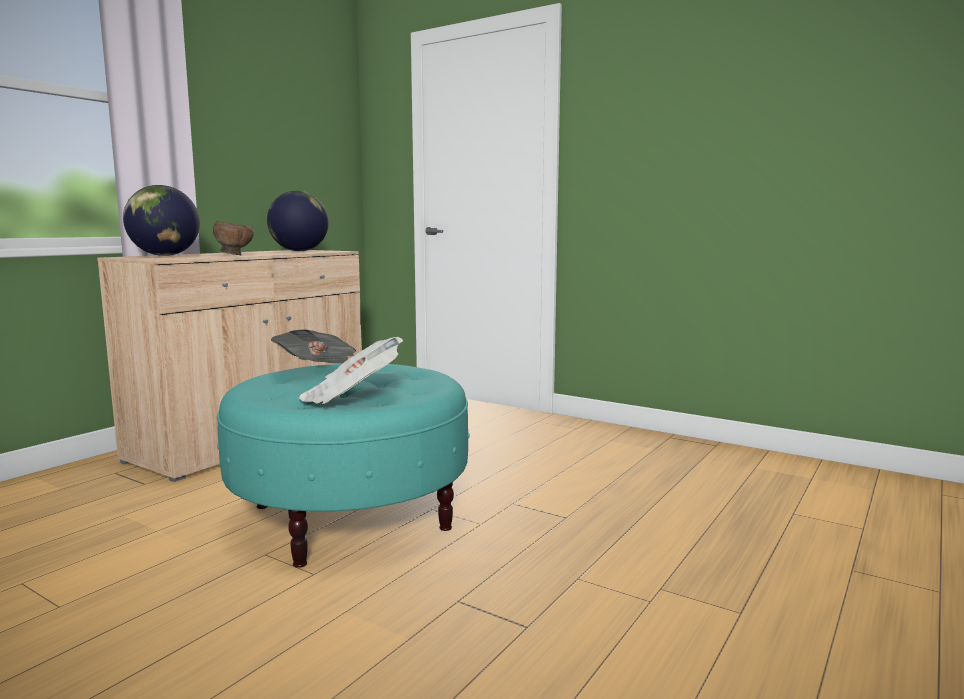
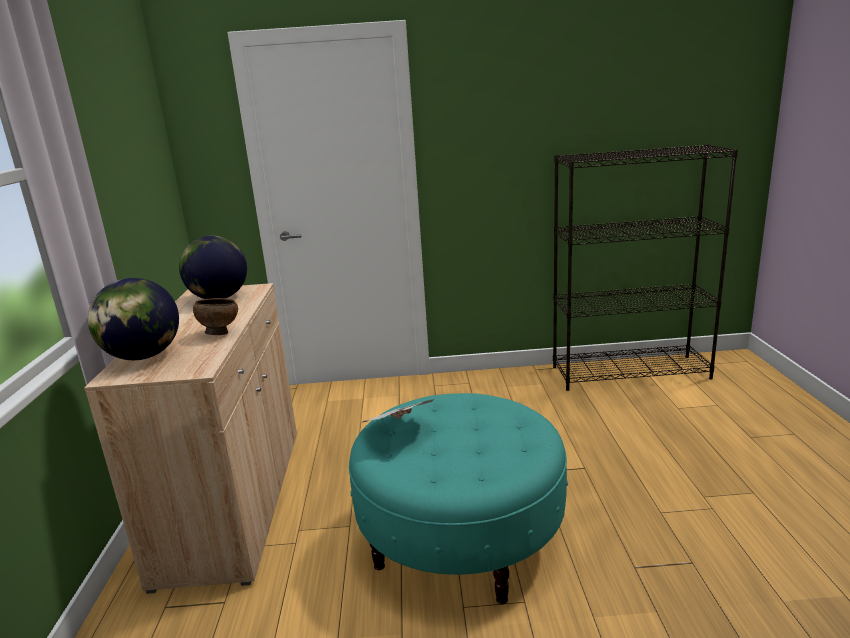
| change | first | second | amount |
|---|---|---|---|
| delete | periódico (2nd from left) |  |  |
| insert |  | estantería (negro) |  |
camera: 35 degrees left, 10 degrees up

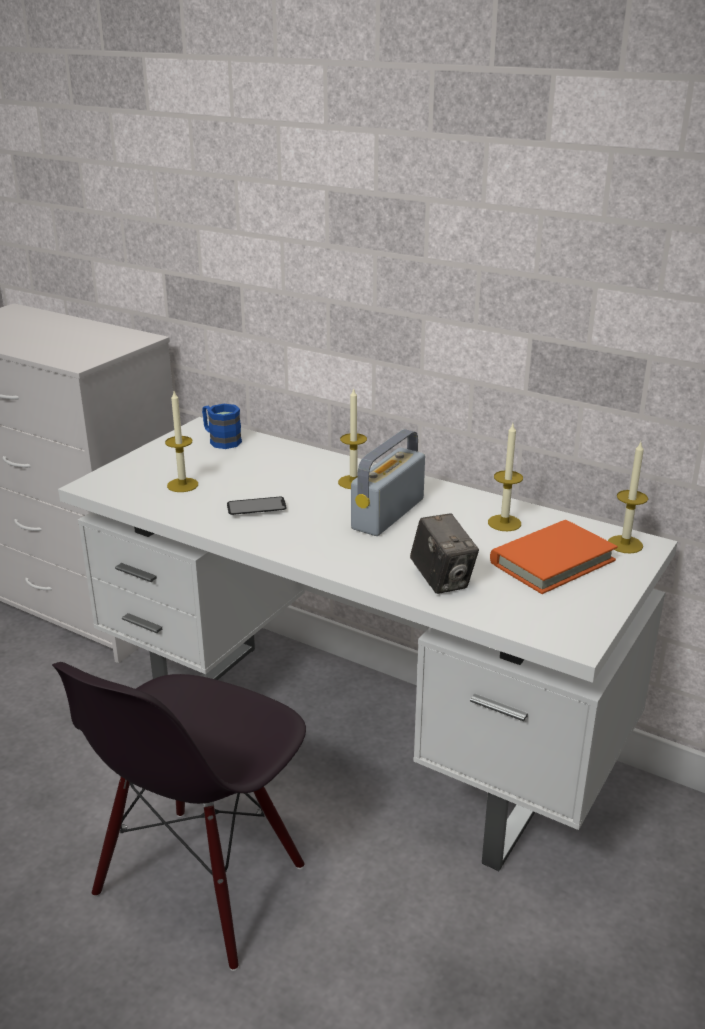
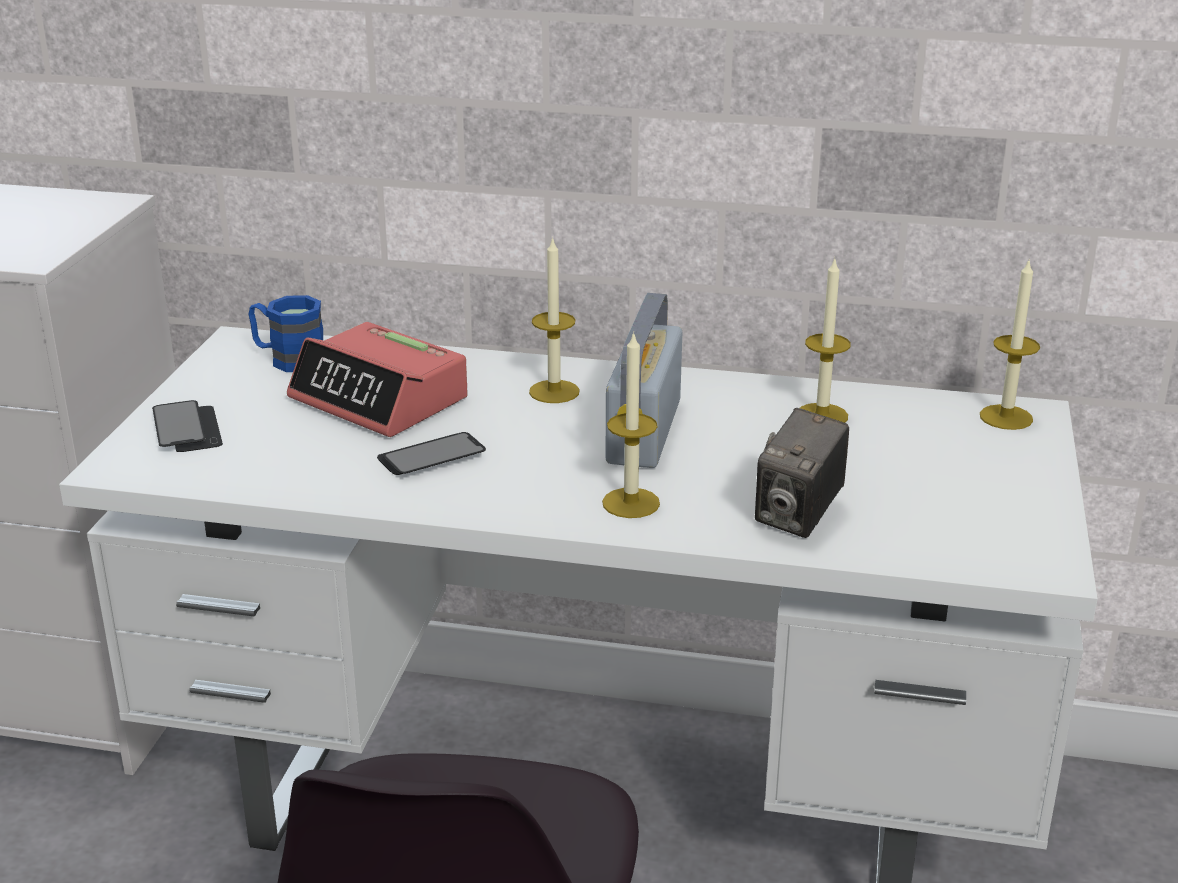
| change | first | second | amount |
|---|---|---|---|
| delete | libro (naranja) |  |  |
| insert |  | móvil (1st from left) |  |
| insert |  | despertador |  |
| move | vela (1st from left in the first image) | vela (2nd from left) |  |
| rotate | cámara |  | 75 degrees clockwise |
camera: 20 degrees left, 0 degrees up

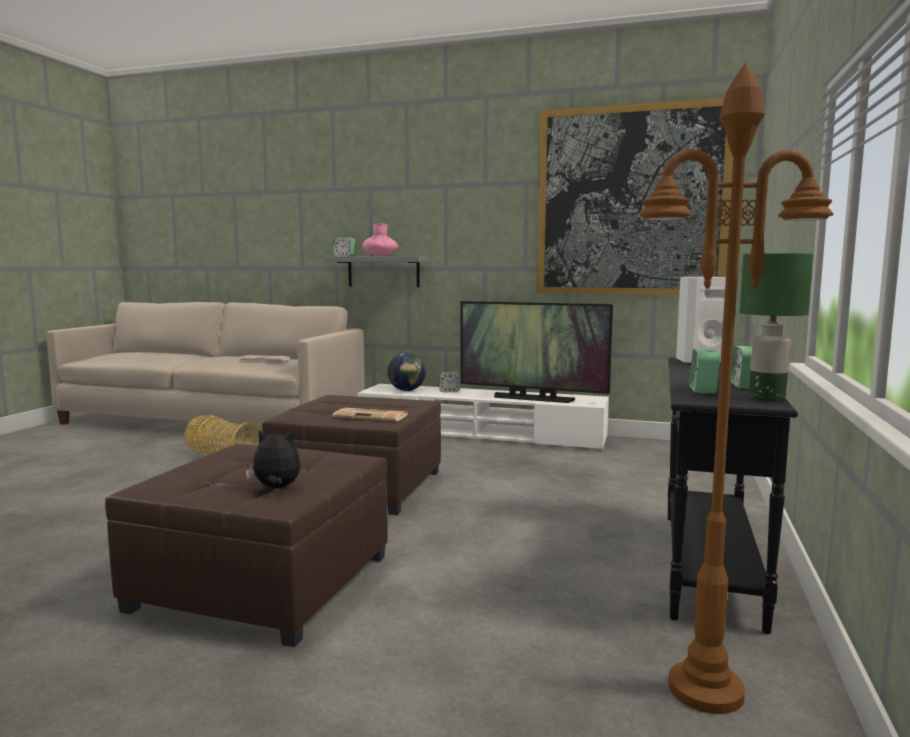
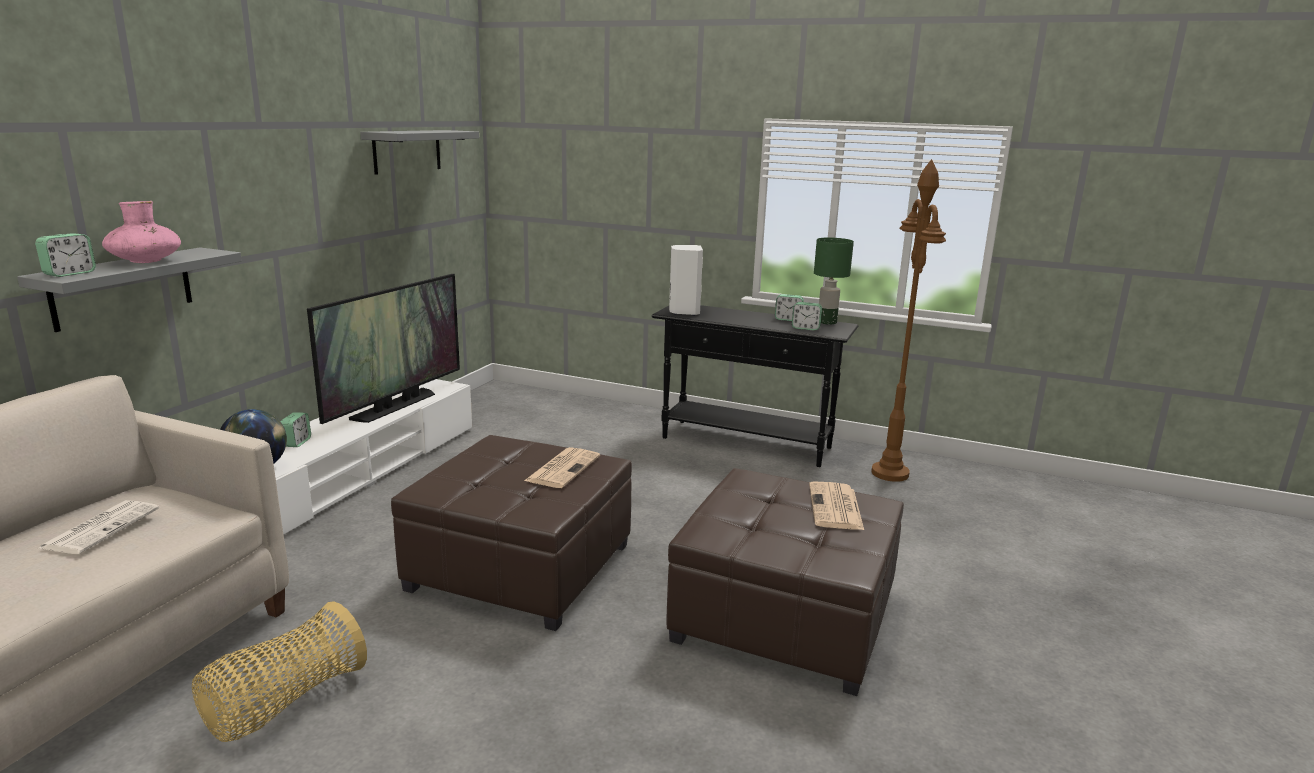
| change | first | second | amount |
|---|---|---|---|
| replace | peluche | periódico (3rd from left) |  |
| replace | cuadro | estante (gris) (2nd from left) |  |
camera: 85 degrees left, 10 degrees up

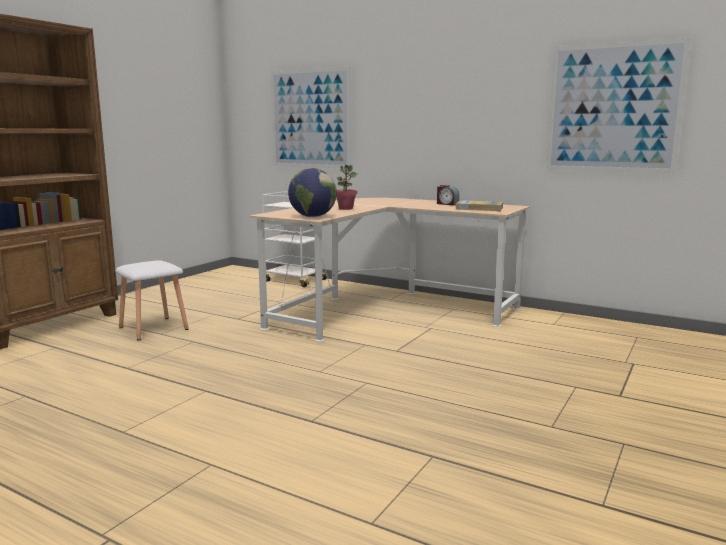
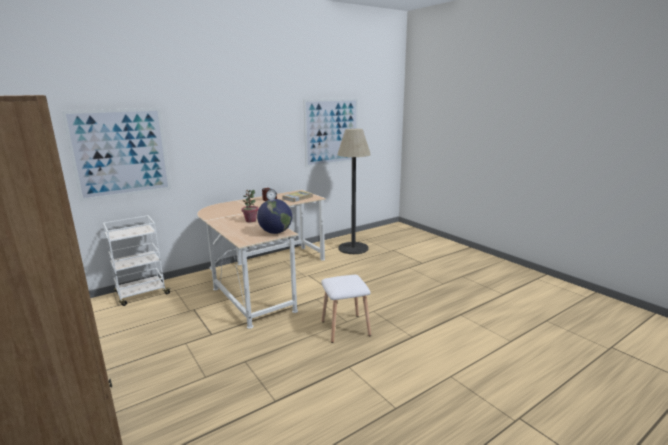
| change | first | second | amount |
|---|---|---|---|
| insert |  | lámpara de pie |  |
| move | taburete (blanco) |  |  |
camera: 65 degrees left, 5 degrees up

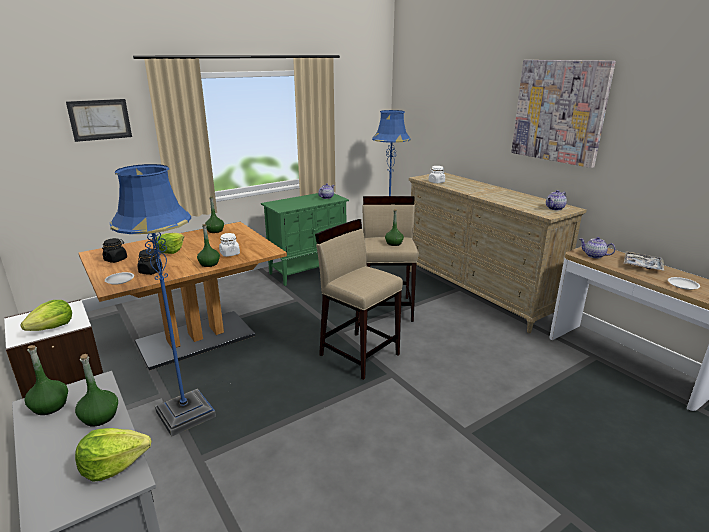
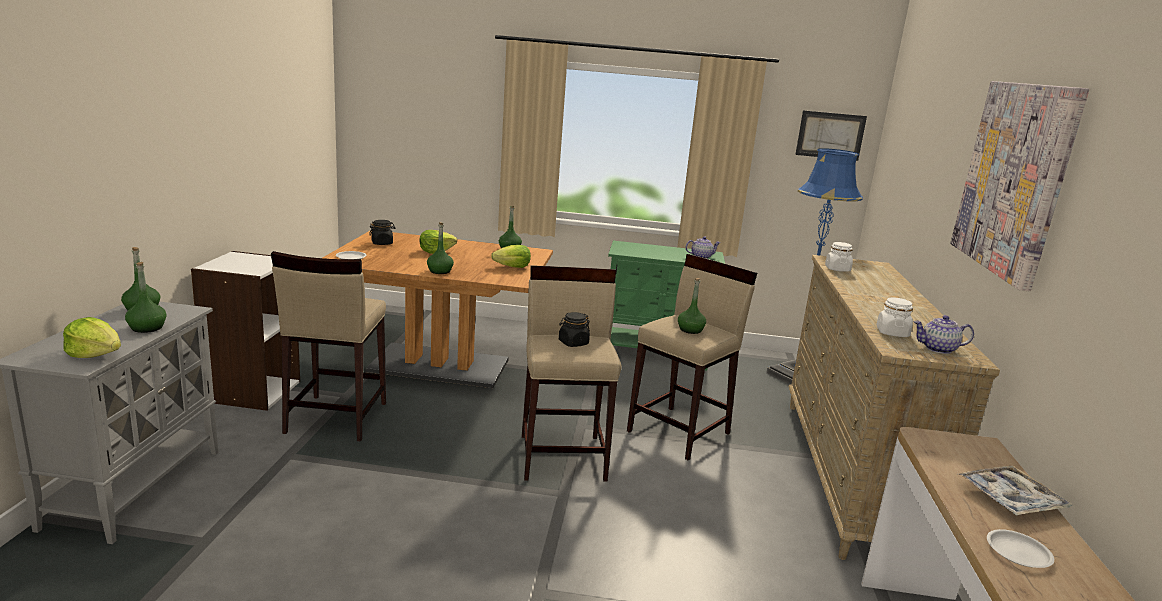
| change | first | second | amount |
|---|---|---|---|
| delete | tetera (3rd from left) |  |  |
| move | lechuga (1st from left in the first image) | lechuga (3rd from left) |  |
| move | cuadro (1st from left) |  |  |
| move | tarro (negro) (2nd from left) |  |  |
| move | tarro (blanco) (1st from left in the first image) | tarro (blanco) (2nd from left) |  |
| replace | lámpara de pie (azul) (1st from left) | taburete (beis) (1st from left) |  |
camera: 40 degrees right, 5 degrees down

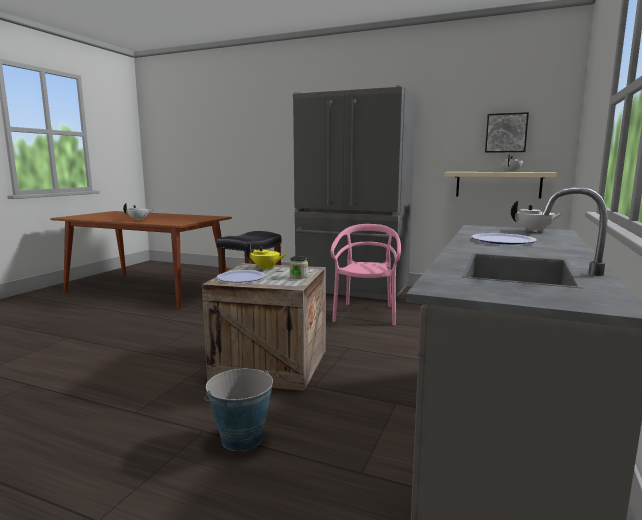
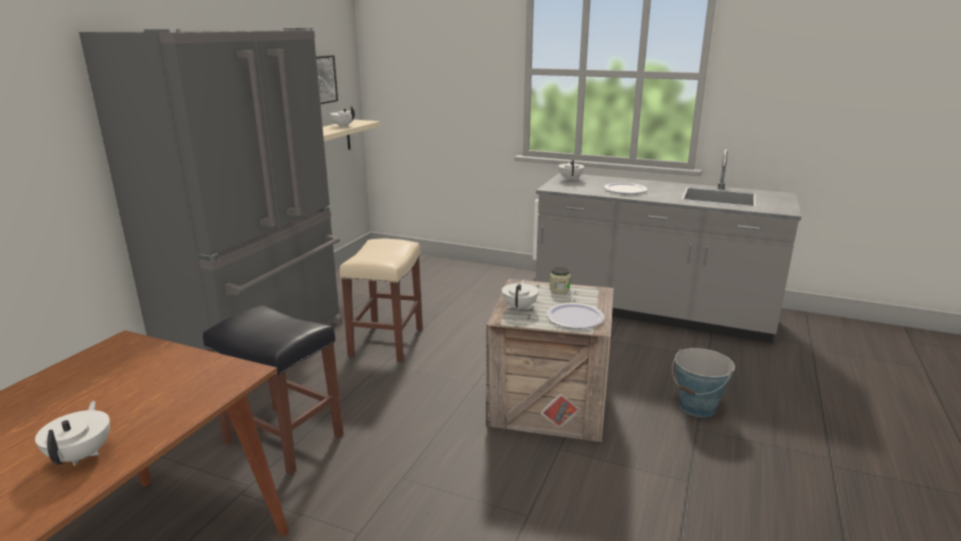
| change | first | second | amount |
|---|---|---|---|
| replace | silla (rosa) | taburete (beis) |  |
| recolor | tetera (amarillo) | tetera (blanco) (3rd from left) |  |
camera: 90 degrees left, 10 degrees up

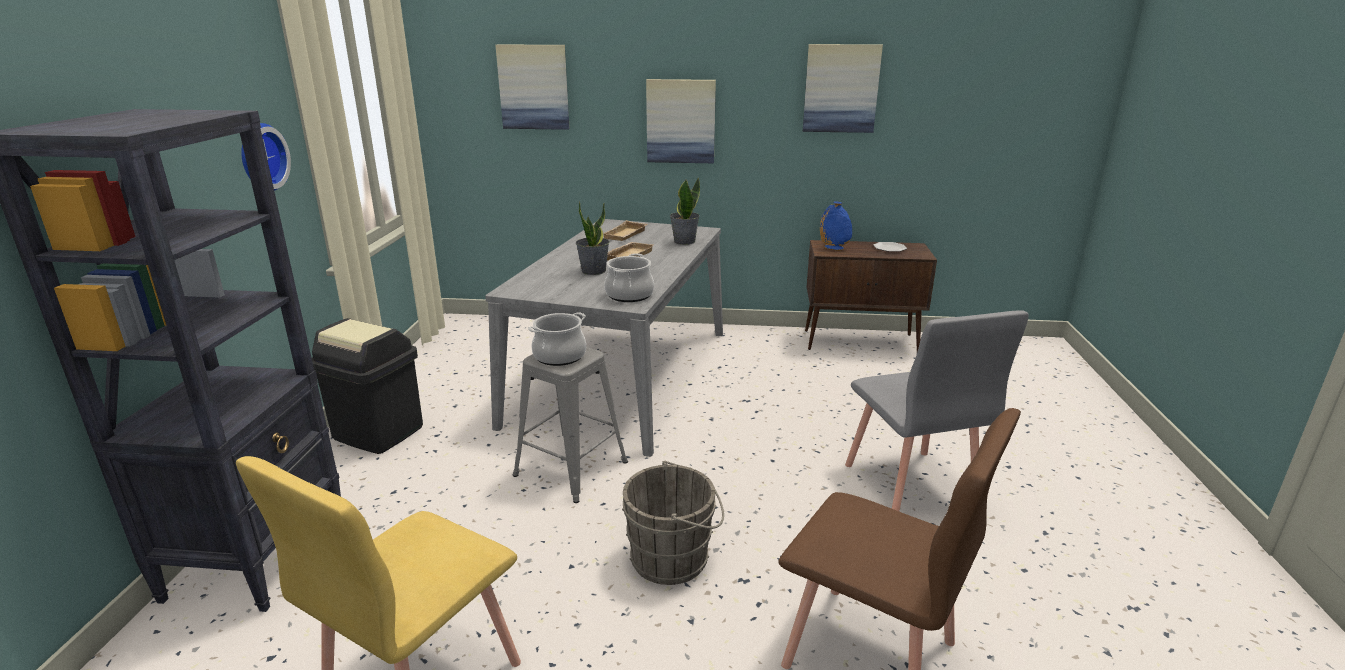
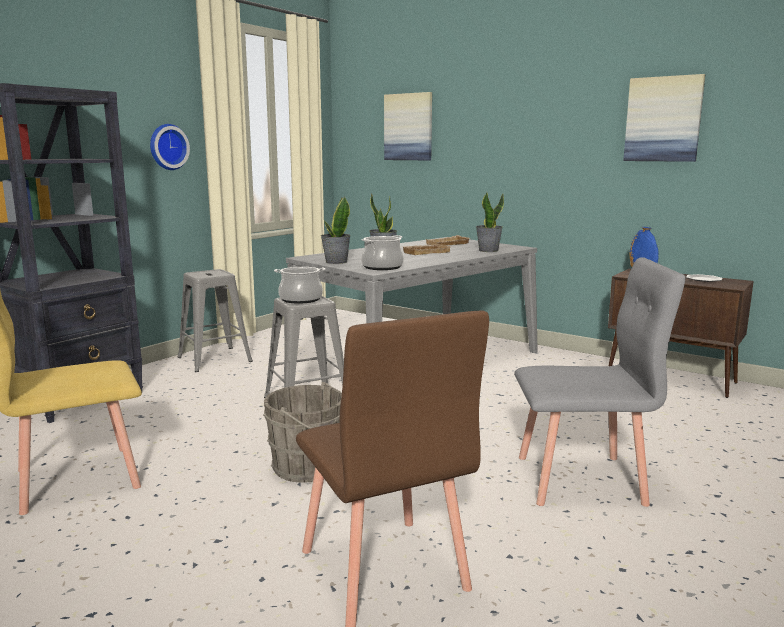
| change | first | second | amount |
|---|---|---|---|
| delete | cuadro (2nd from left) |  |  |
| insert |  | planta en maceta (1st from left) |  |
| replace | papelera (negro) | taburete (gris) (1st from left) |  |
| rotate | silla (gris) |  | 105 degrees counterclockwise |
camera: 30 degrees right, 10 degrees down

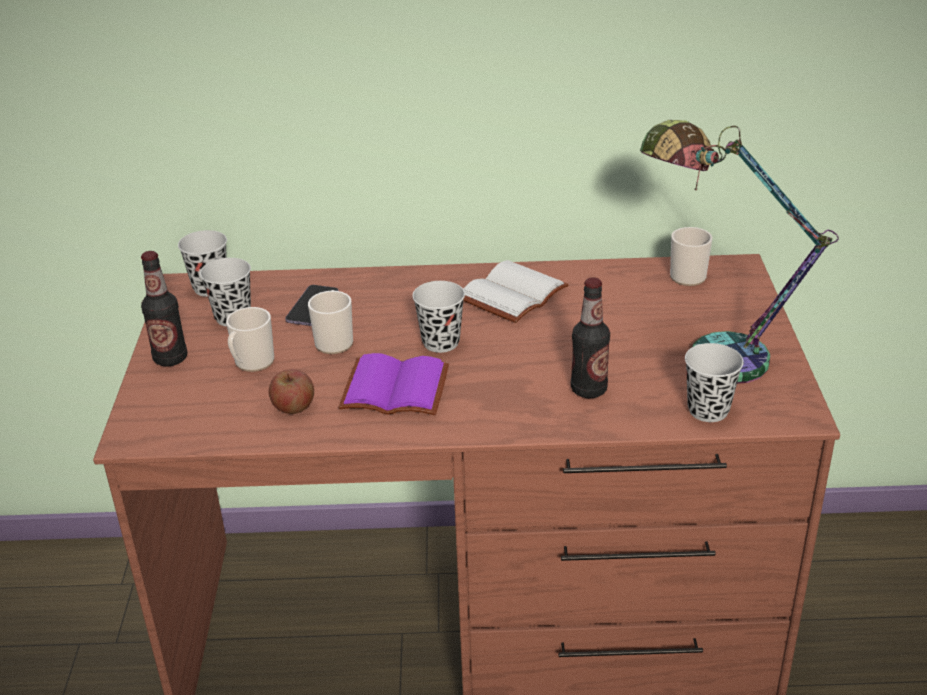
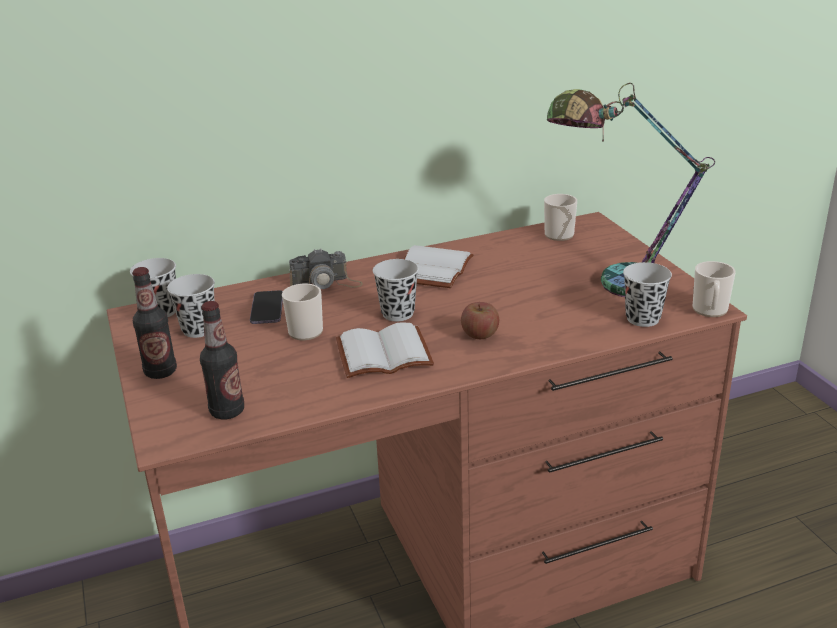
| change | first | second | amount |
|---|---|---|---|
| insert |  | cámara |  |
| move | taza grande (1st from left in the first image) | taza grande (3rd from left) |  |
| move | manzana |  |  |
| move | botella (2nd from left) |  |  |
| recolor | libro (morado) | libro (blanco) (1st from left) |  |
camera: 20 degrees left, 5 degrees down

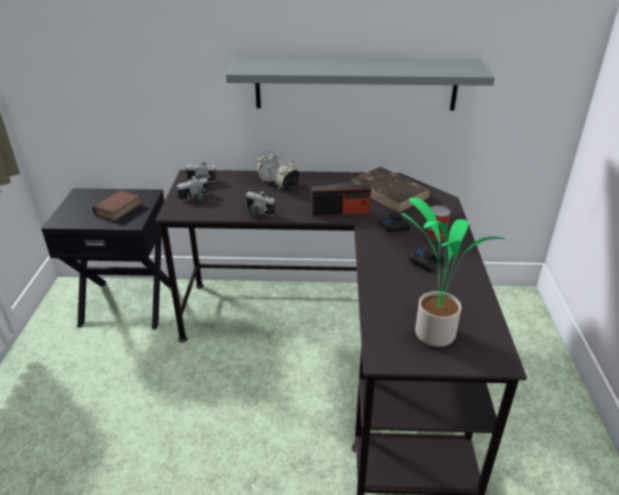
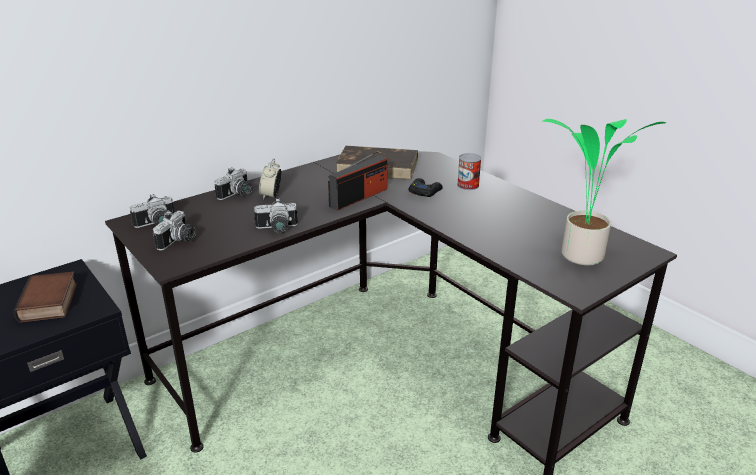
| change | first | second | amount |
|---|---|---|---|
| delete | estante (gris) |  |  |
| delete | mando de consola (negro) (2nd from left) |  |  |
| replace | despertador (1st from left) | cámara (3rd from left) |  |
camera: 40 degrees left, 5 degrees down

